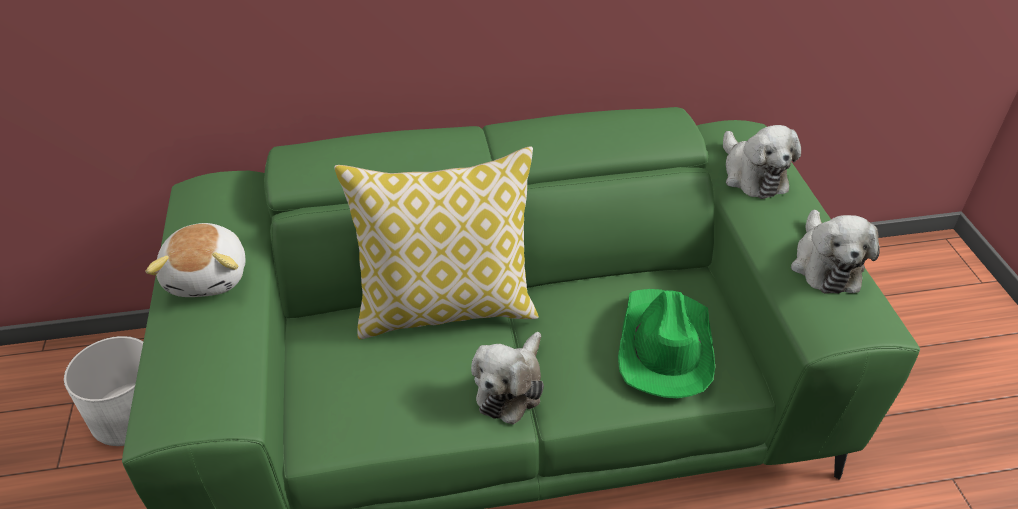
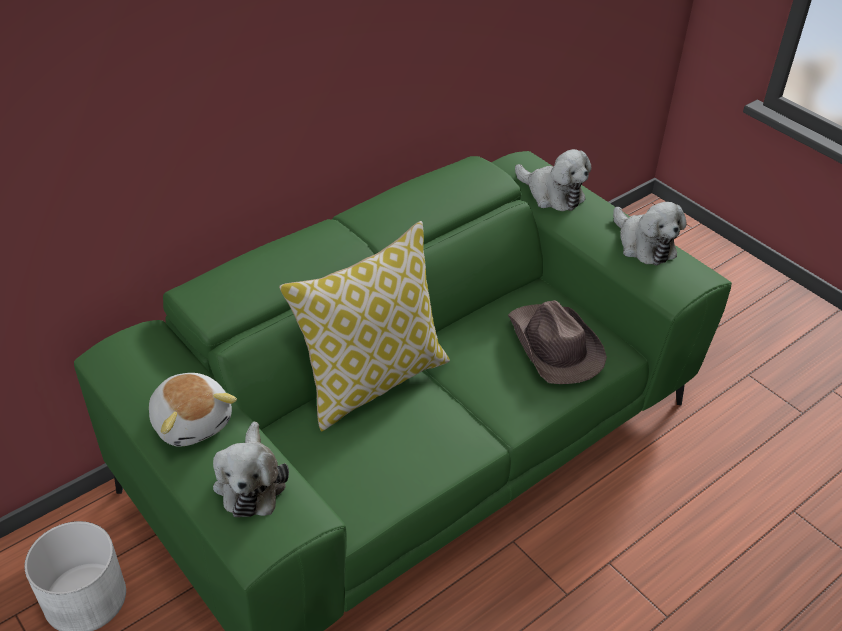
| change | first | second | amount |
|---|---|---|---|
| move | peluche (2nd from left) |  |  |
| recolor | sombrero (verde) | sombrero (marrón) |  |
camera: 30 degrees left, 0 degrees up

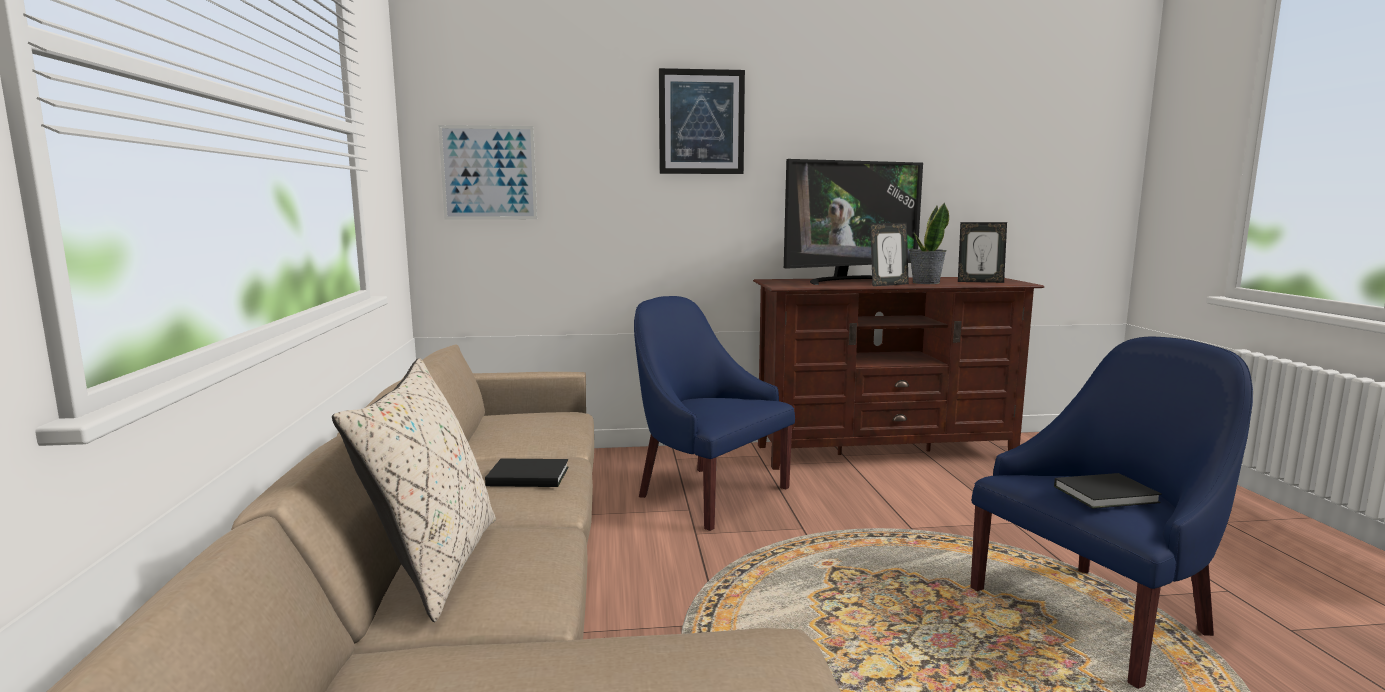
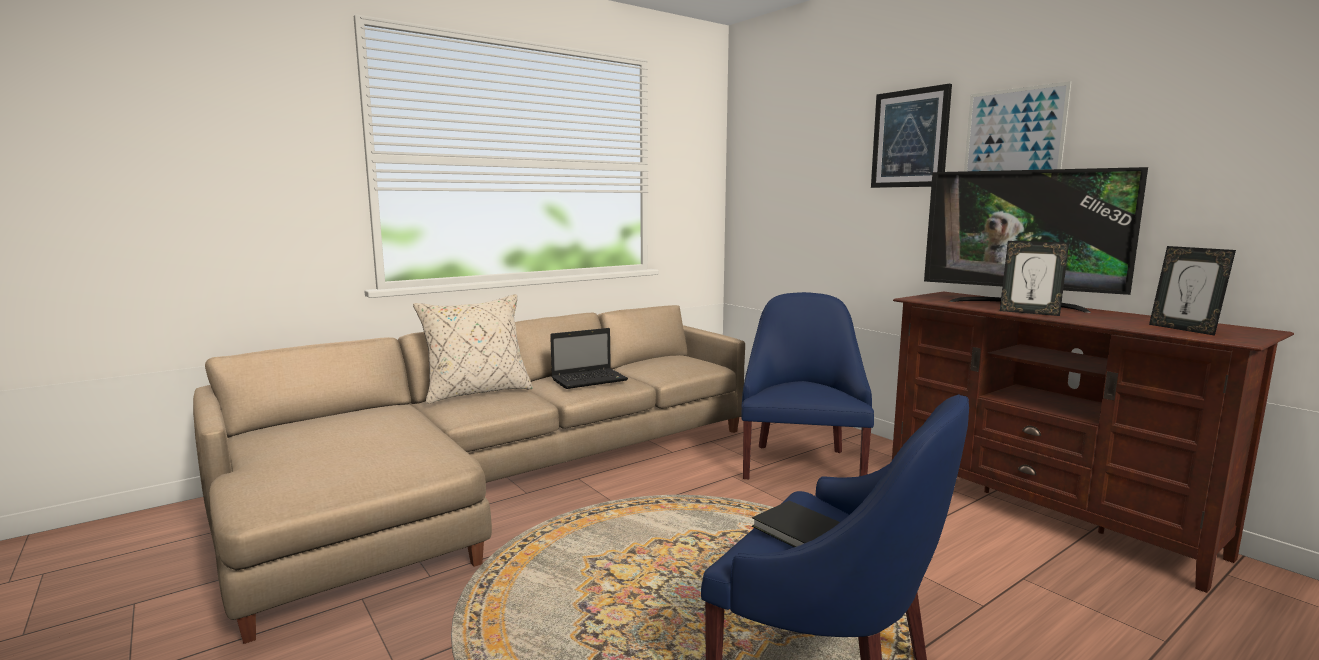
| change | first | second | amount |
|---|---|---|---|
| delete | planta en maceta |  |  |
| move | cuadro (1st from left in the first image) | cuadro (2nd from left) |  |
| replace | libro (negro) (1st from left) | portátil |  |
camera: 60 degrees right, 0 degrees up

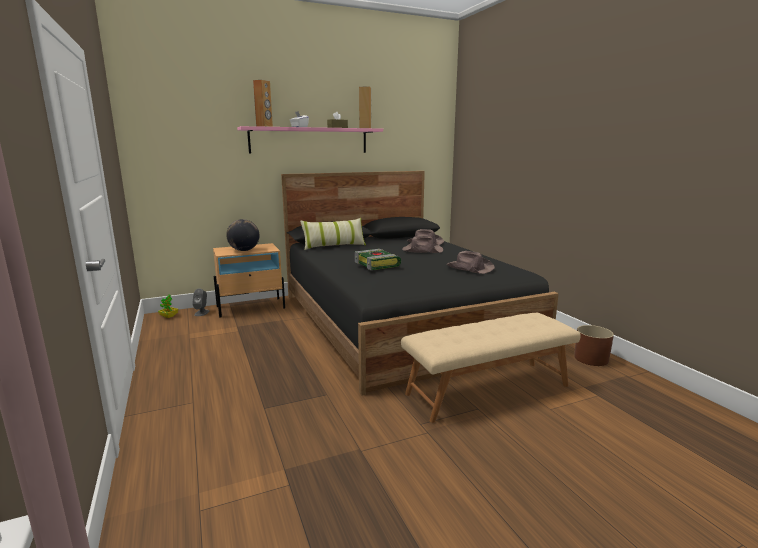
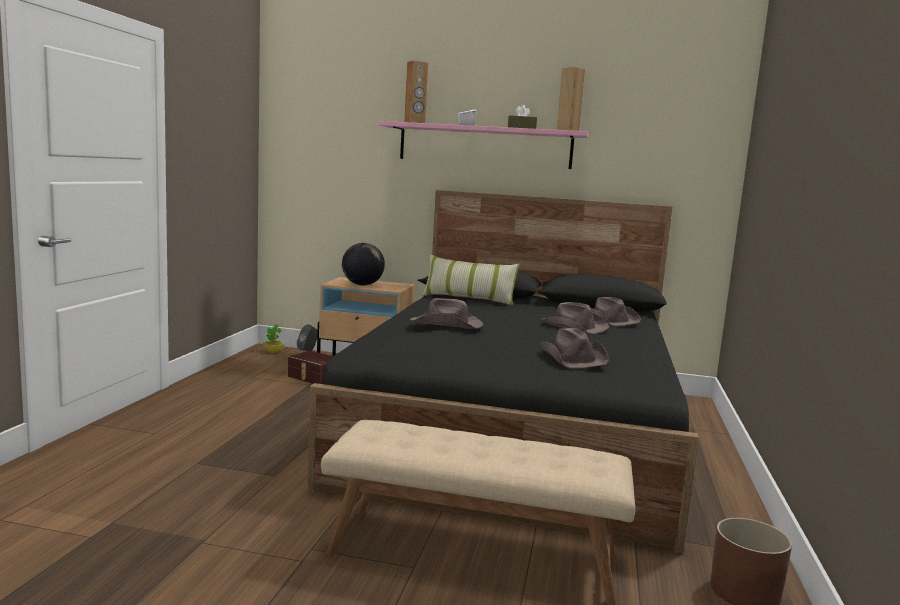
| change | first | second | amount |
|---|---|---|---|
| insert |  | caja de almacenaje (marrón) |  |
| replace | libro | sombrero (marrón) (1st from left) |  |
camera: 35 degrees right, 5 degrees down

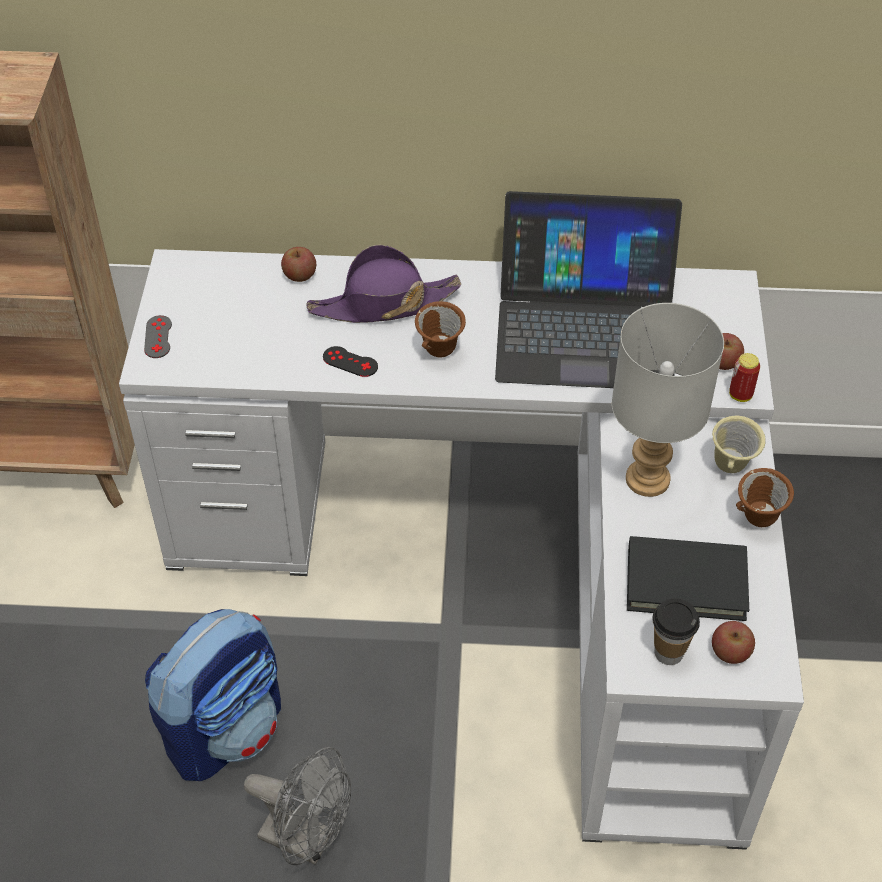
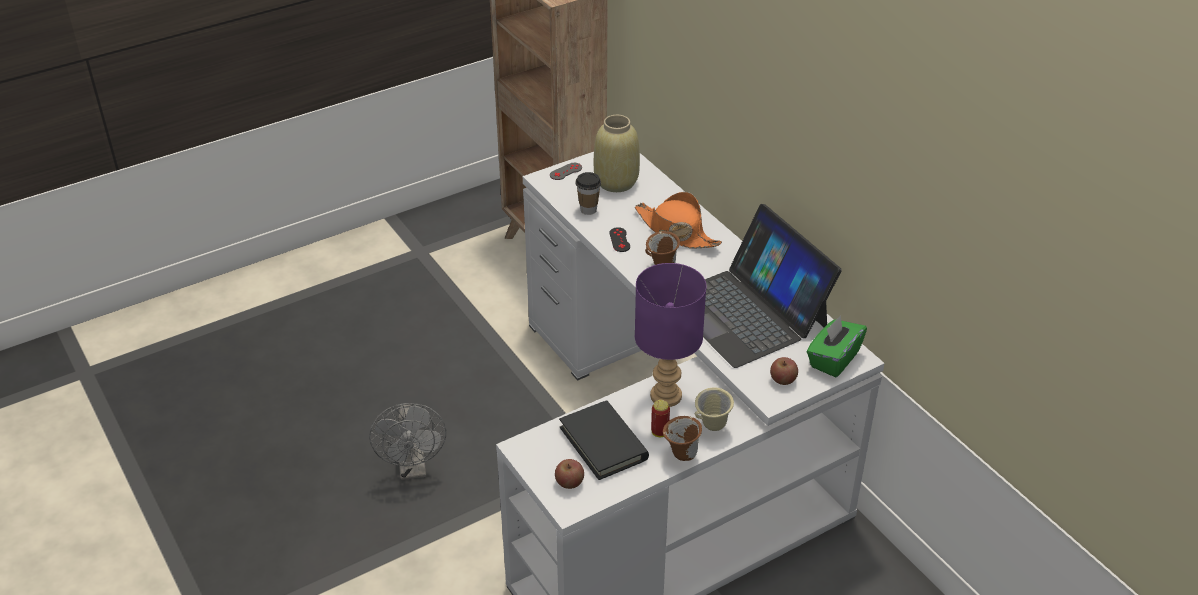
| change | first | second | amount |
|---|---|---|---|
| delete | mochila |  |  |
| delete | manzana (1st from left) |  |  |
| insert |  | florero (beis) |  |
| insert |  | caja de pañuelos (verde) |  |
| move | taza |  |  |
| move | lata |  |  |
| recolor | sombrero (morado) | sombrero (naranja) |  |
| recolor | lámpara de mesa (gris) | lámpara de mesa (morado) |  |
camera: 55 degrees right, 10 degrees down

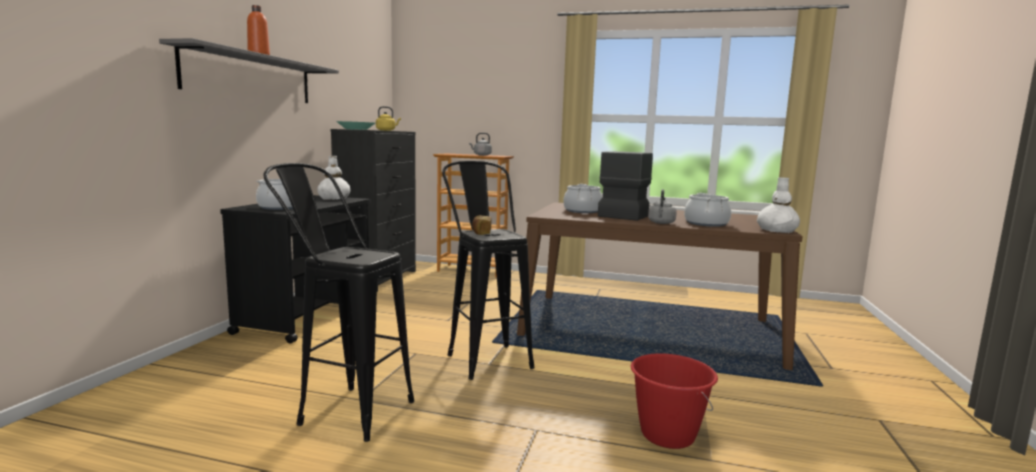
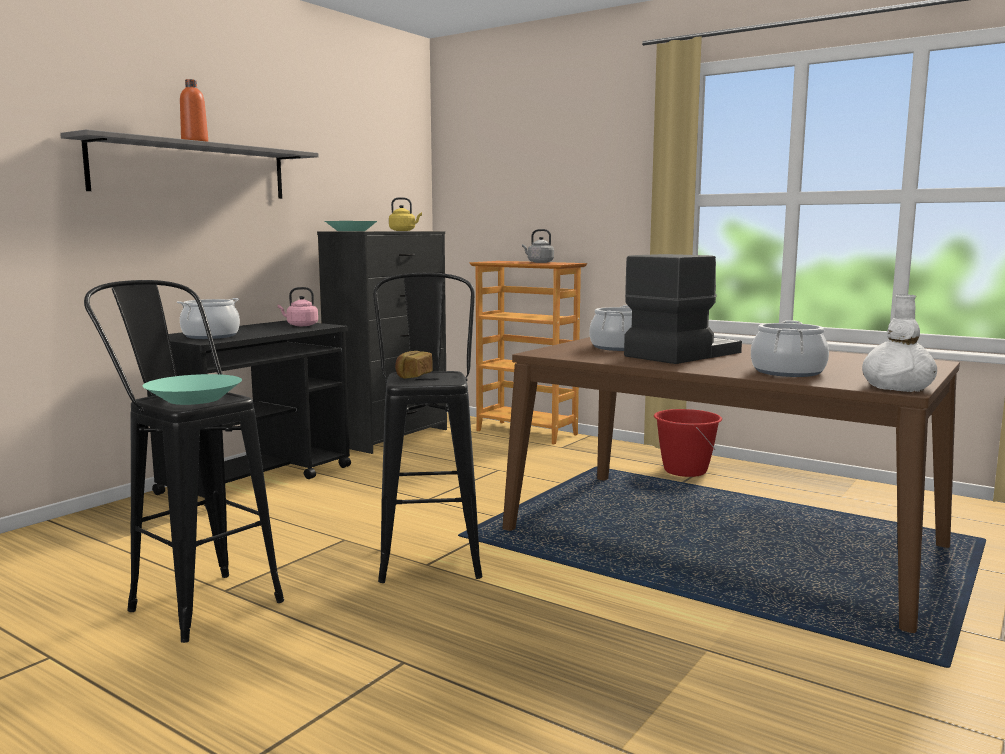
| change | first | second | amount |
|---|---|---|---|
| delete | hervidor (gris) (2nd from left) |  |  |
| insert |  | cuenco (turquesa) (1st from left) |  |
| move | cubo (rojo) |  |  |
| replace | florero (blanco) (1st from left) | hervidor (rosa) |  |
camera: 20 degrees right, 0 degrees up

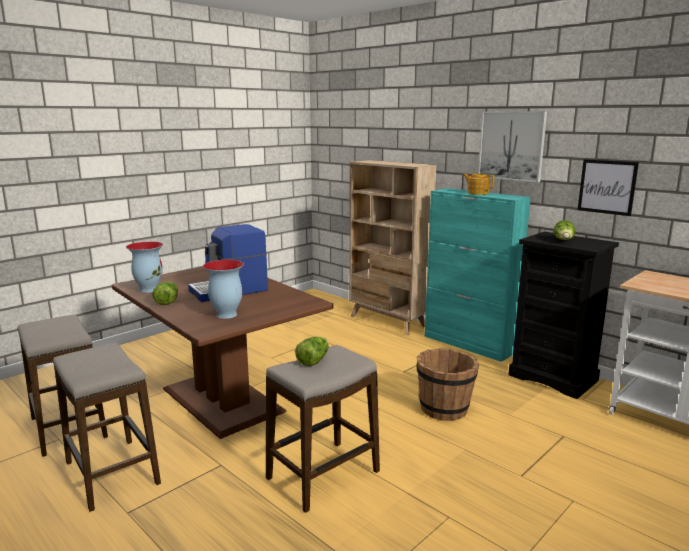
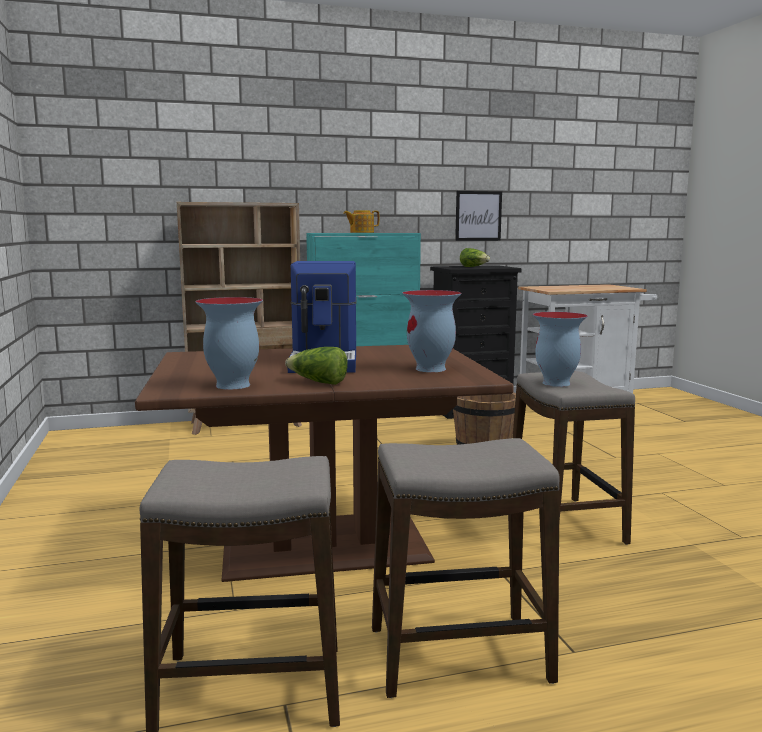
| change | first | second | amount |
|---|---|---|---|
| delete | cuadro (1st from left) |  |  |
| replace | lechuga (2nd from left) | florero (3rd from left) |  |
camera: 60 degrees left, 5 degrees down

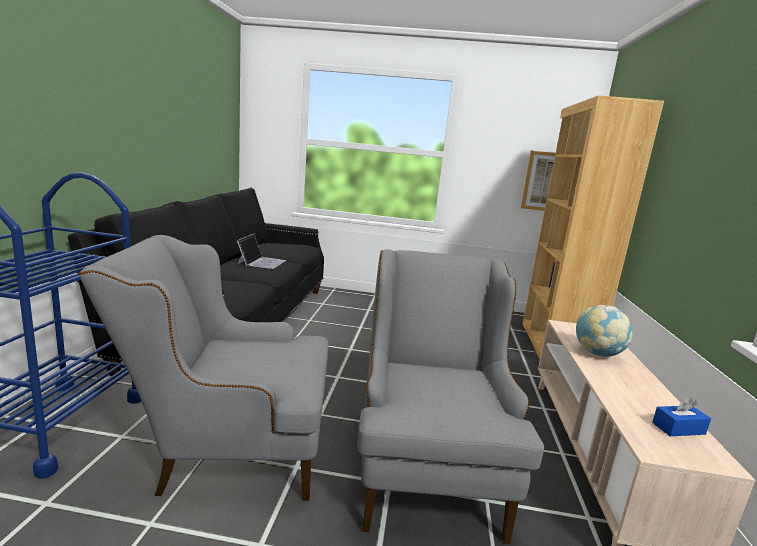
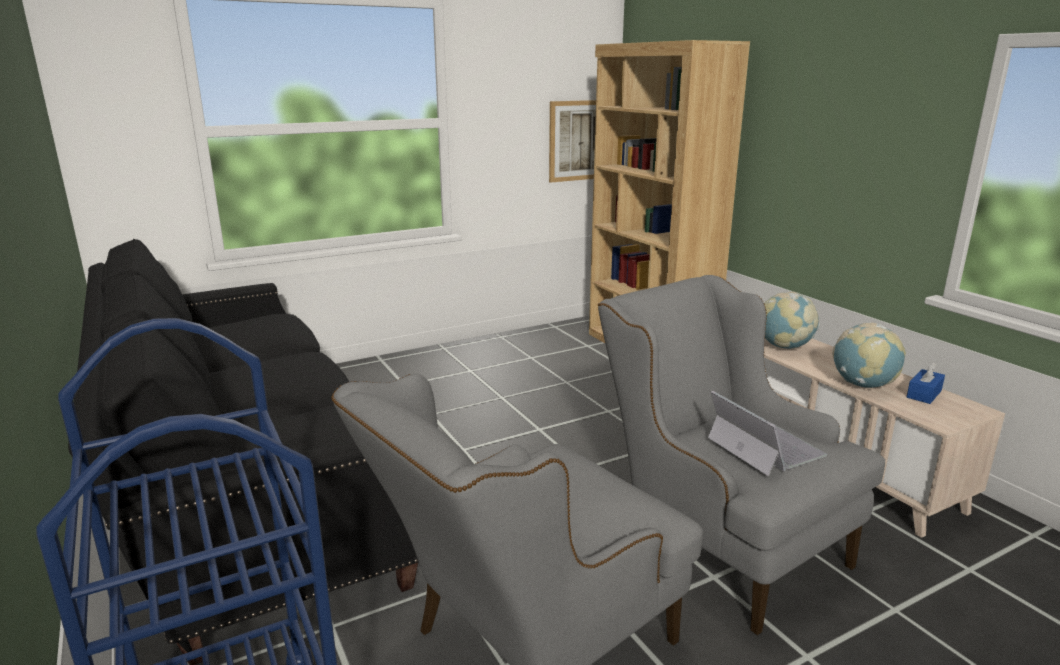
| change | first | second | amount |
|---|---|---|---|
| insert |  | globo terráqueo (2nd from left) |  |
| move | portátil |  |  |
camera: 35 degrees left, 5 degrees up

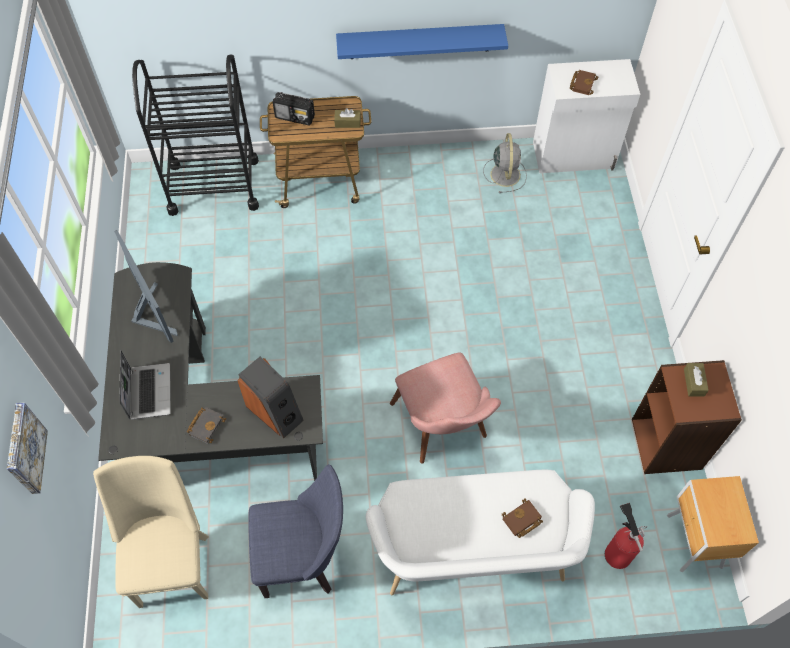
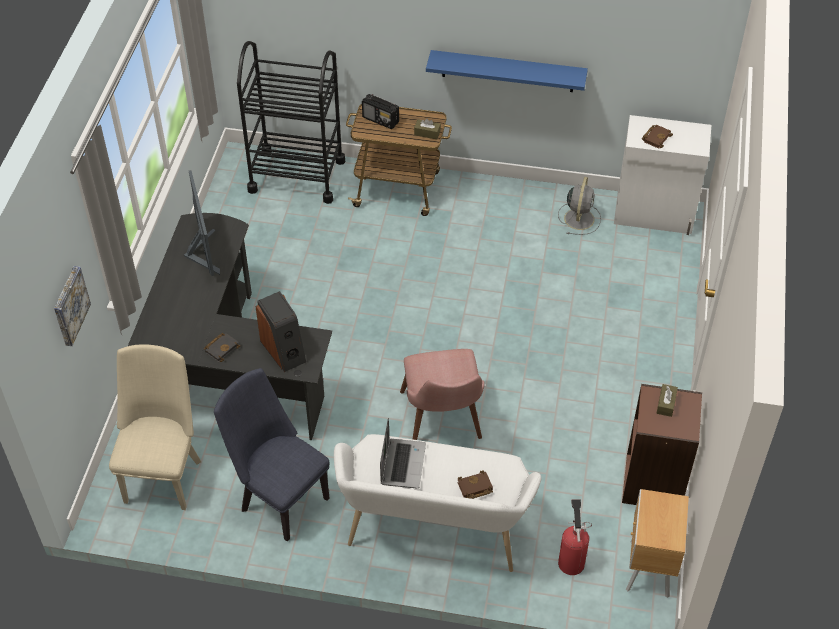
| change | first | second | amount |
|---|---|---|---|
| move | portátil |  |  |
| rotate | silla (azul) |  | 150 degrees counterclockwise |
camera: 15 degrees right, 10 degrees down

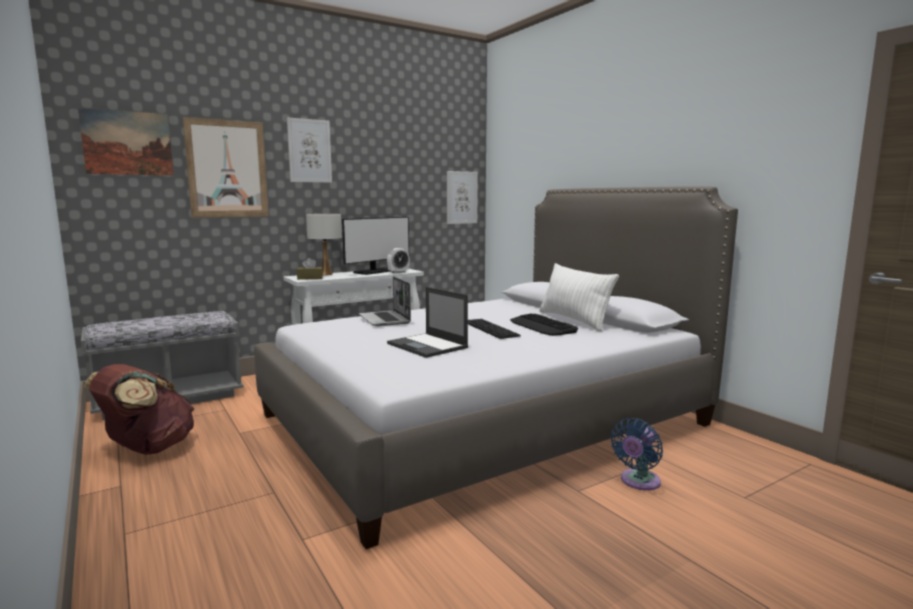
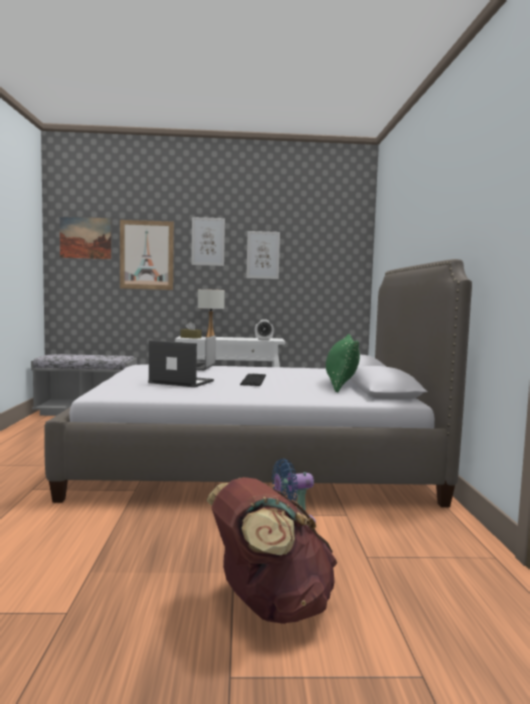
| change | first | second | amount |
|---|---|---|---|
| delete | monitor |  |  |
| delete | teclado (2nd from left) |  |  |
| move | mochila (marrón) |  |  |
| move | cuadro (4th from left) |  |  |
| recolor | cojín (blanco) | cojín (verde) |  |
| rotate | portátil (2nd from left in the first image) | portátil (1st from left) | 120 degrees clockwise |
camera: 30 degrees right, 5 degrees down

